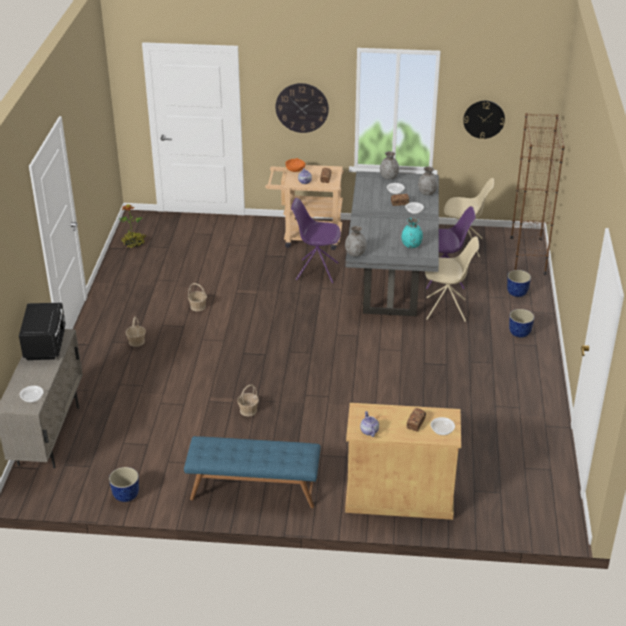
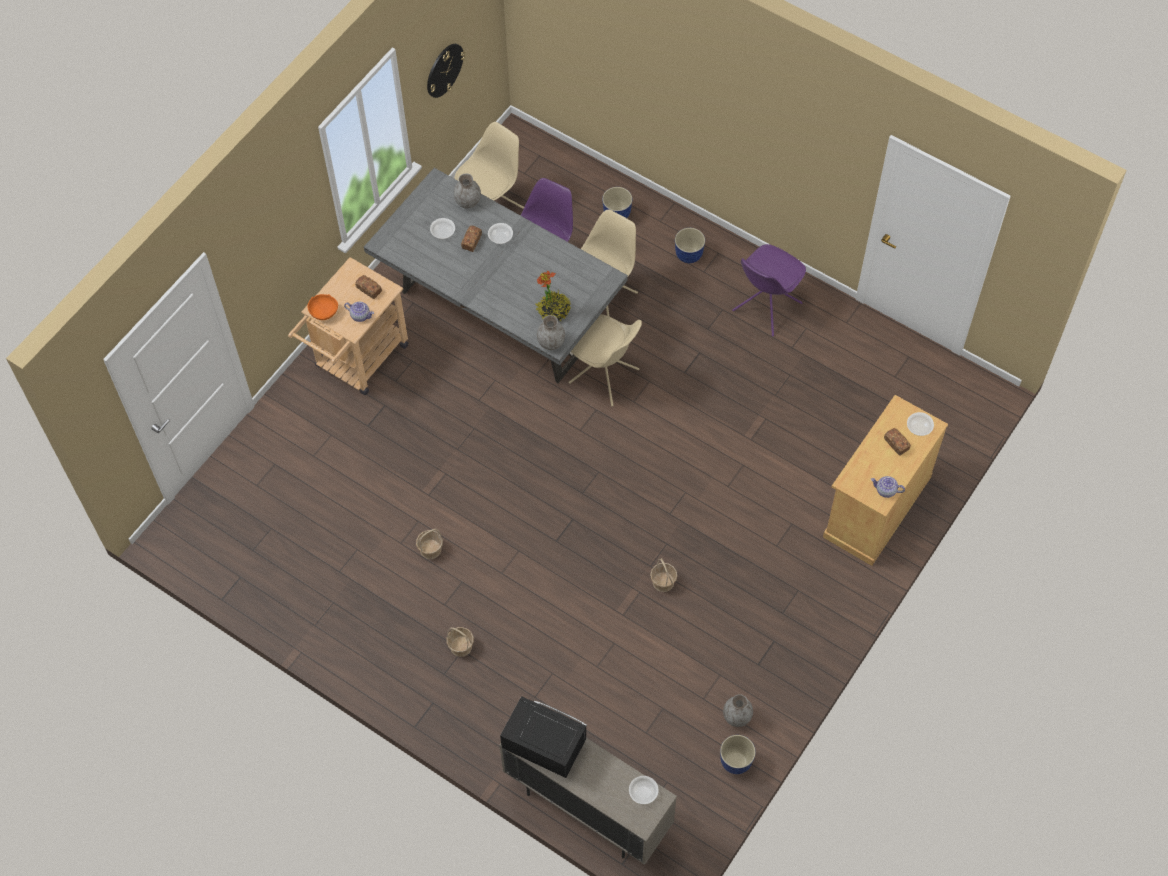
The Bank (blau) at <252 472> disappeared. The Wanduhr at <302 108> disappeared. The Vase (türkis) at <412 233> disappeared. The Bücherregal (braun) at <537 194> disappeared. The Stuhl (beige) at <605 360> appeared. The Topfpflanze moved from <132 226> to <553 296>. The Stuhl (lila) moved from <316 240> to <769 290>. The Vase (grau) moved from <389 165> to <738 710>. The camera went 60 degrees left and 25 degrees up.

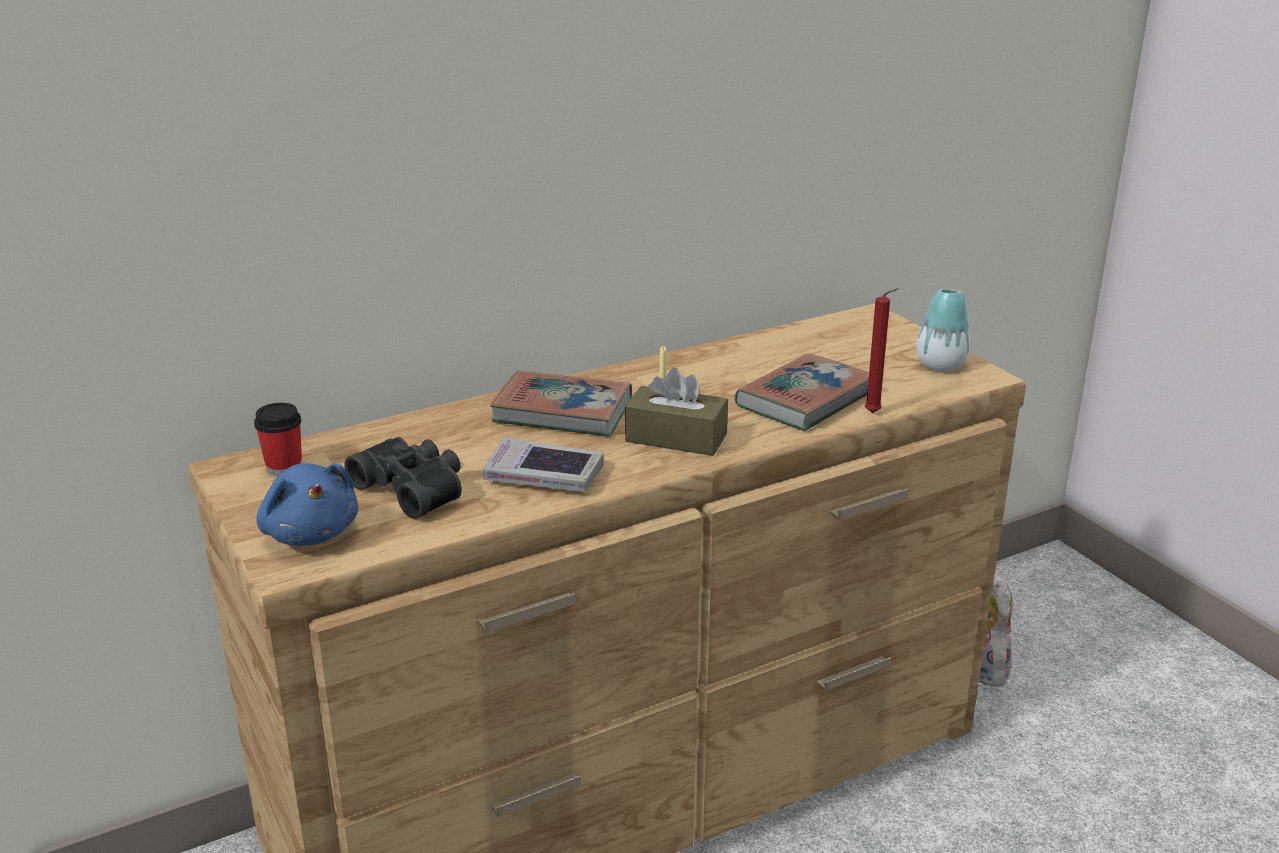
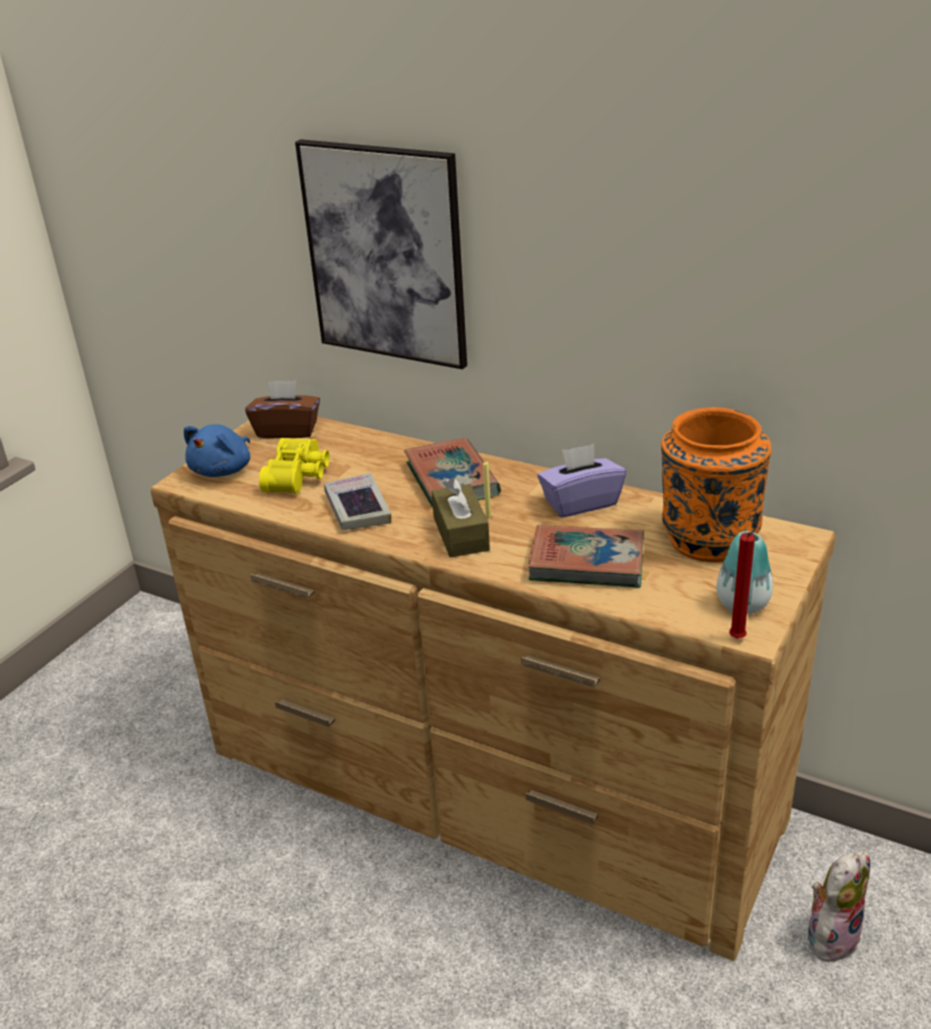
The Bild at <381 254> appeared. The Taschentuchbox (lila) at <581 480> appeared. The Vase (orange) at <716 484> appeared. The Kerze (rot) moved from <881 350> to <742 585>. The Tasse at <278 439> was replaced by the Taschentuchbox (braun) at <282 409>. The Fernglas (schwarz) at <403 478> became the Fernglas (gelb) at <294 466>. The camera went 60 degrees right and 5 degrees up.

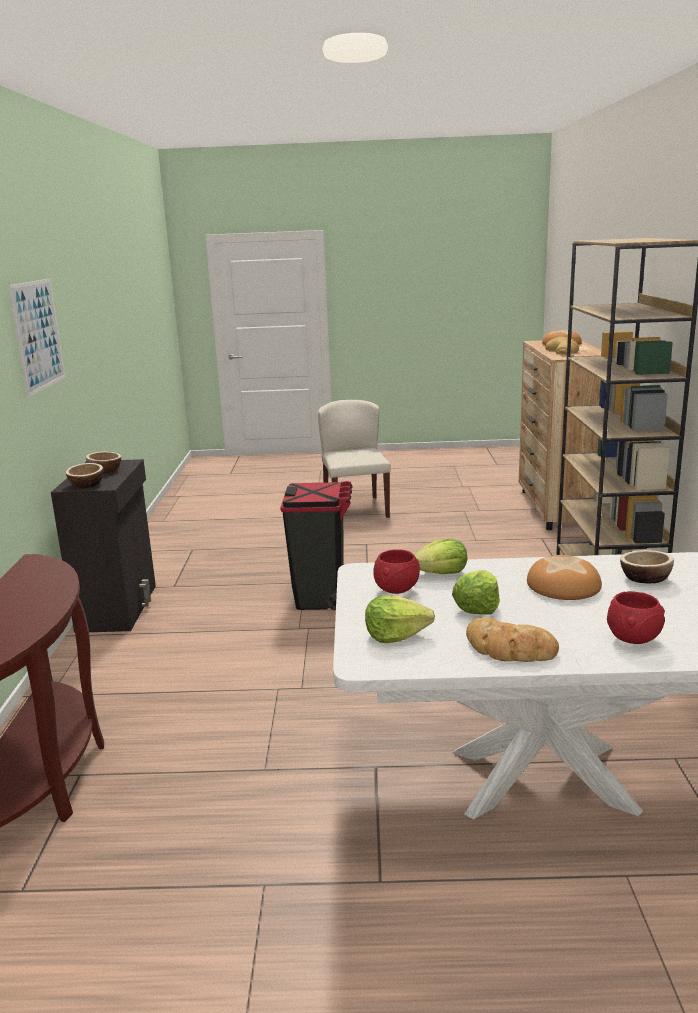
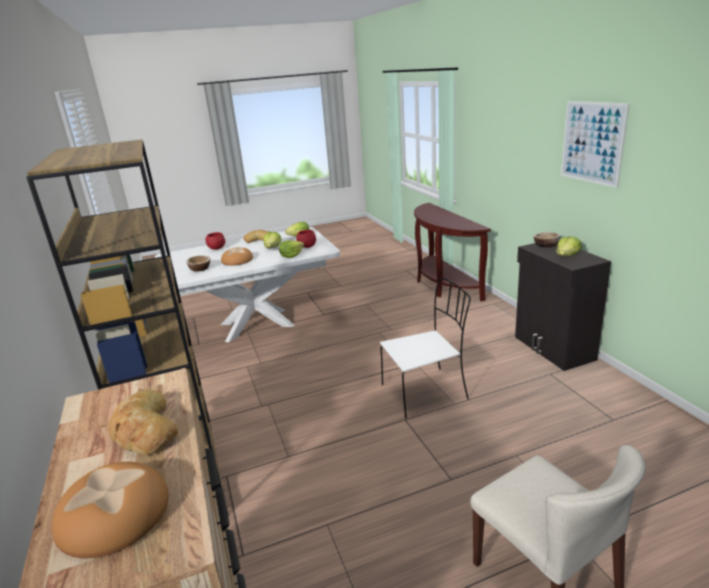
The Schüssel at <103 462> was replaced by the Salatkopf at <569 246>. The Mülleimer (schwarz) at <316 546> was replaced by the Stuhl (weiß) at <425 348>. The camera went 160 degrees right and 5 degrees up.

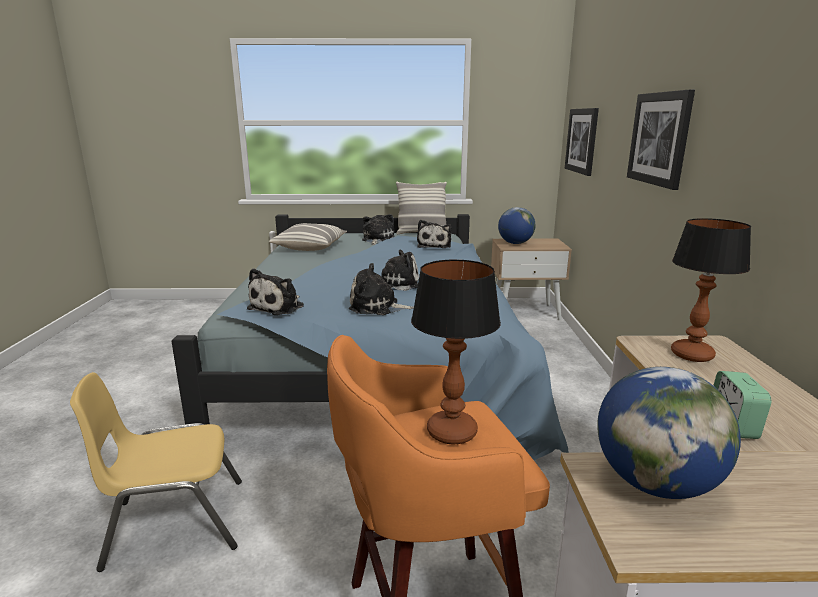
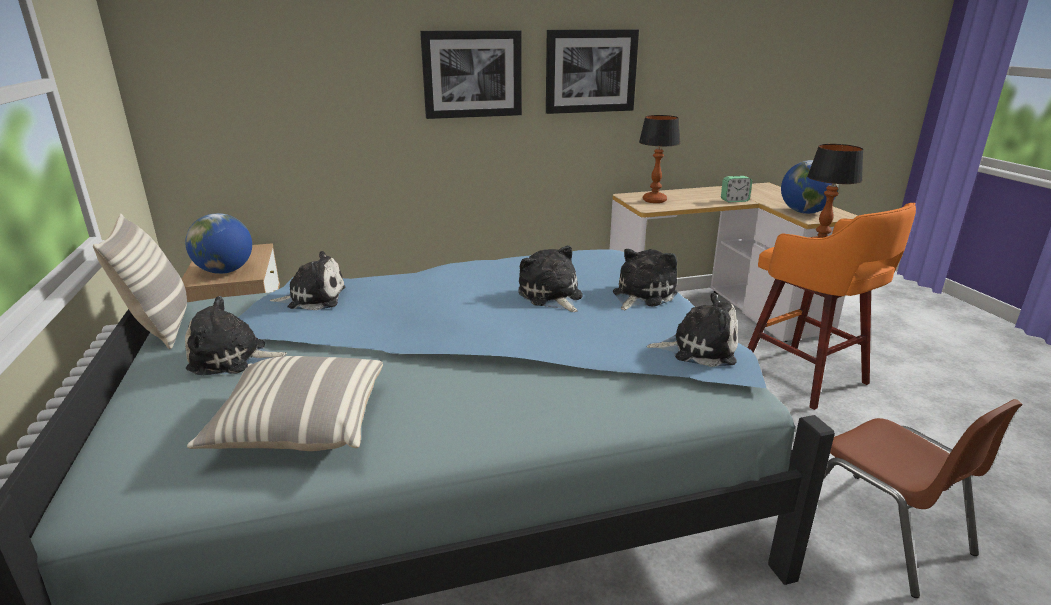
The Bild moved from <582 142> to <592 71>. The Stuhl (gelb) at <156 472> became the Stuhl (braun) at <923 498>. The Plüschtier at <381 289> turned 135 degrees counterclockwise. The camera went 105 degrees left and 5 degrees up.

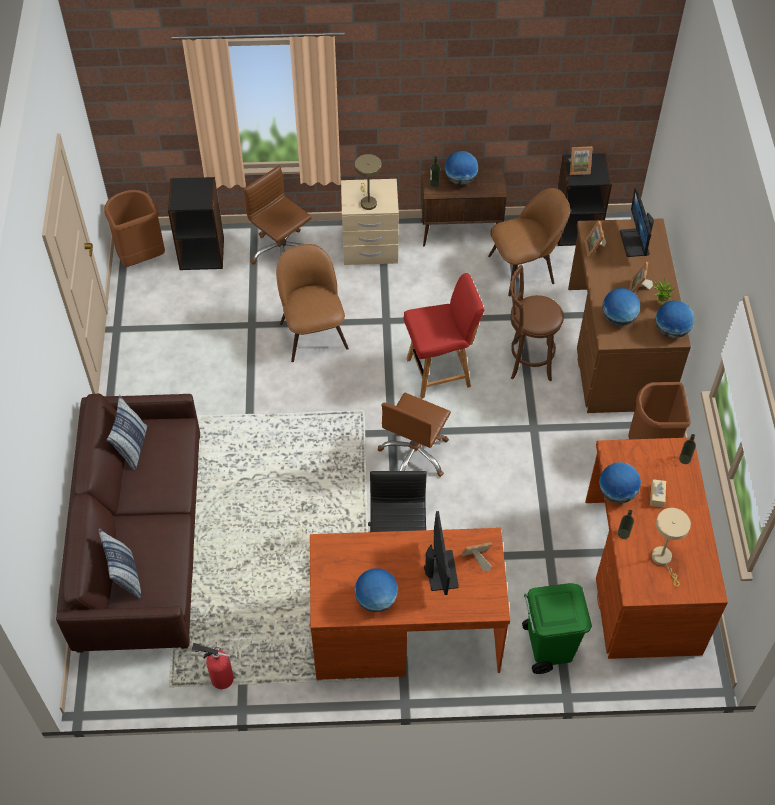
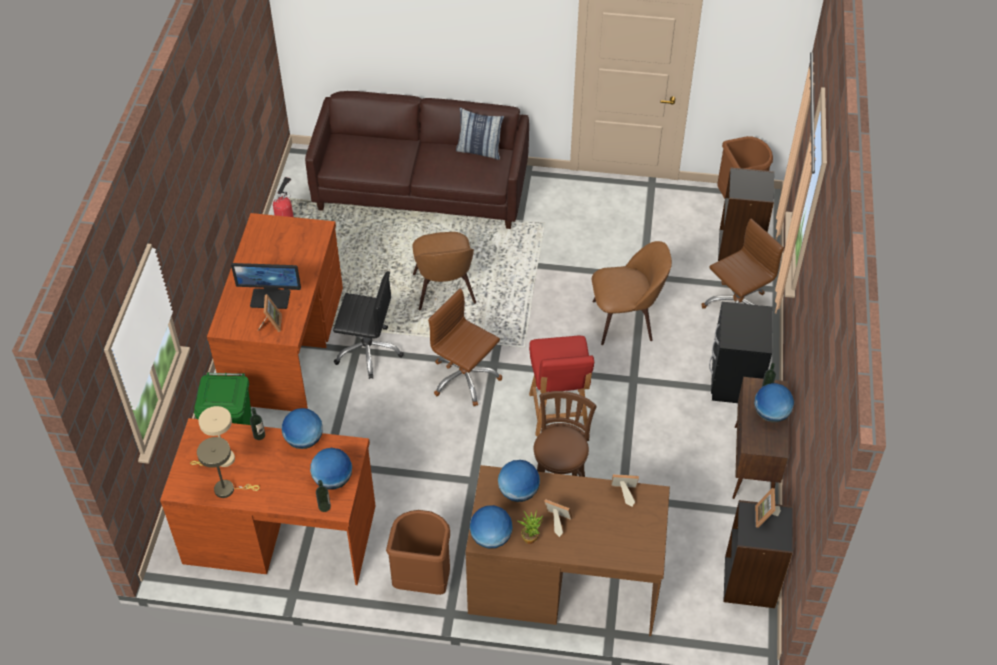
The Kissen at <120 563> disappeared. The Monitor at <637 222> disappeared. The Taschentuchbox (beige) at <658 493> disappeared. The Globus moved from <376 590> to <331 469>. The Tischlampe (beige) moved from <368 182> to <228 467>. The Stuhl (braun) moved from <529 242> to <444 271>. The Nachttisch (beige) at <370 222> became the Nachttisch (schwarz) at <741 352>. The camera went 100 degrees right and 5 degrees down.

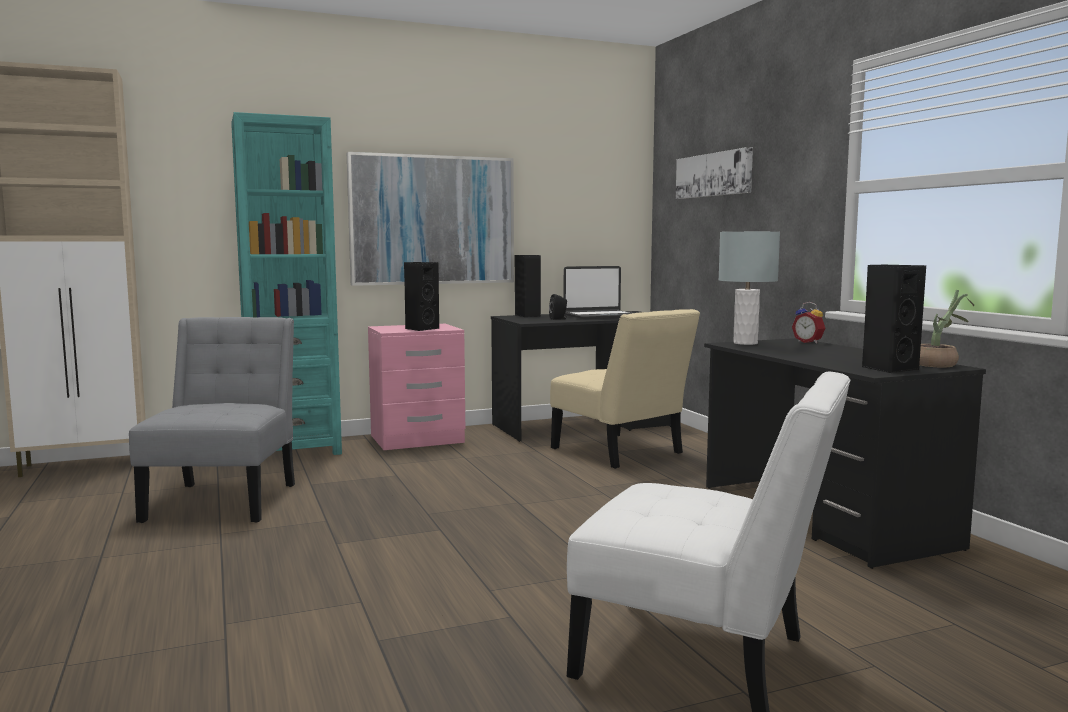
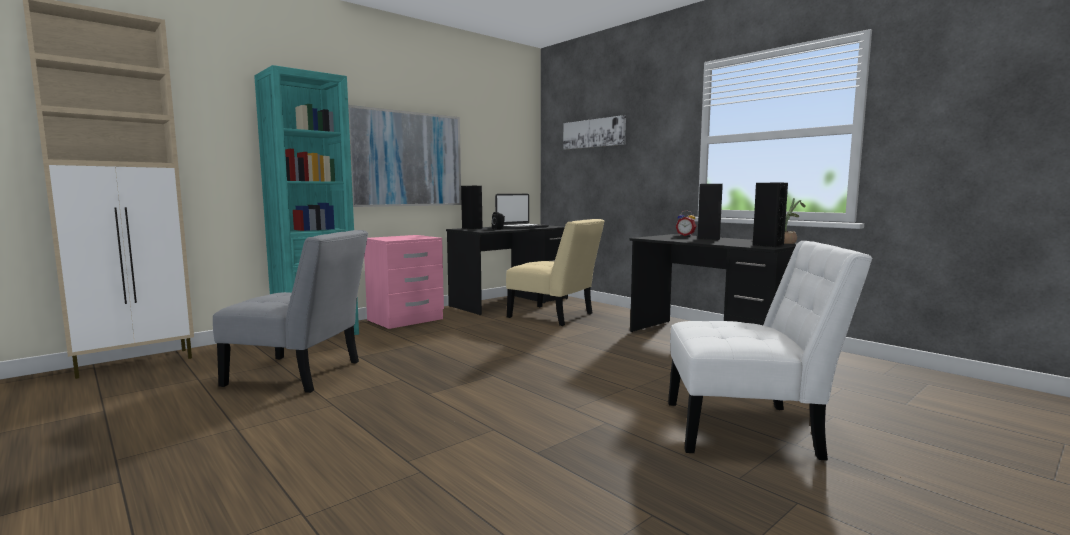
The Tischlampe (grau) at <749 288> disappeared. The Lautsprecher (schwarz) moved from <421 296> to <710 212>. The Stuhl (grau) at <212 420> turned 120 degrees clockwise. The camera went 20 degrees left and 0 degrees up.

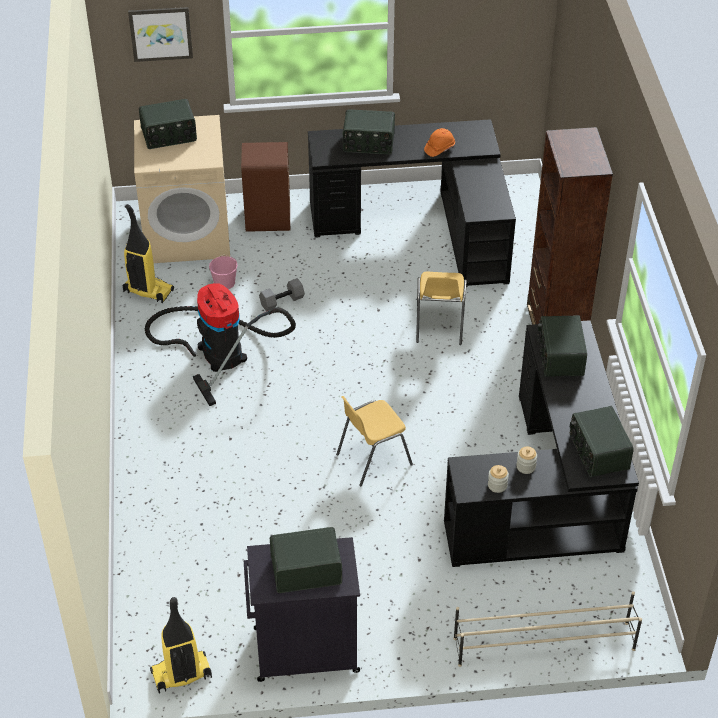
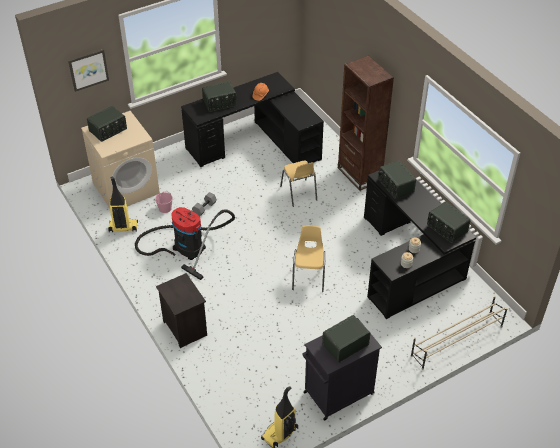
The Mülleimer (braun) at <265 187> disappeared. The Nachttisch (schwarz) at <181 310> appeared. The Stuhl (gelb) at <374 441> turned 150 degrees clockwise. The camera went 25 degrees left and 0 degrees up.

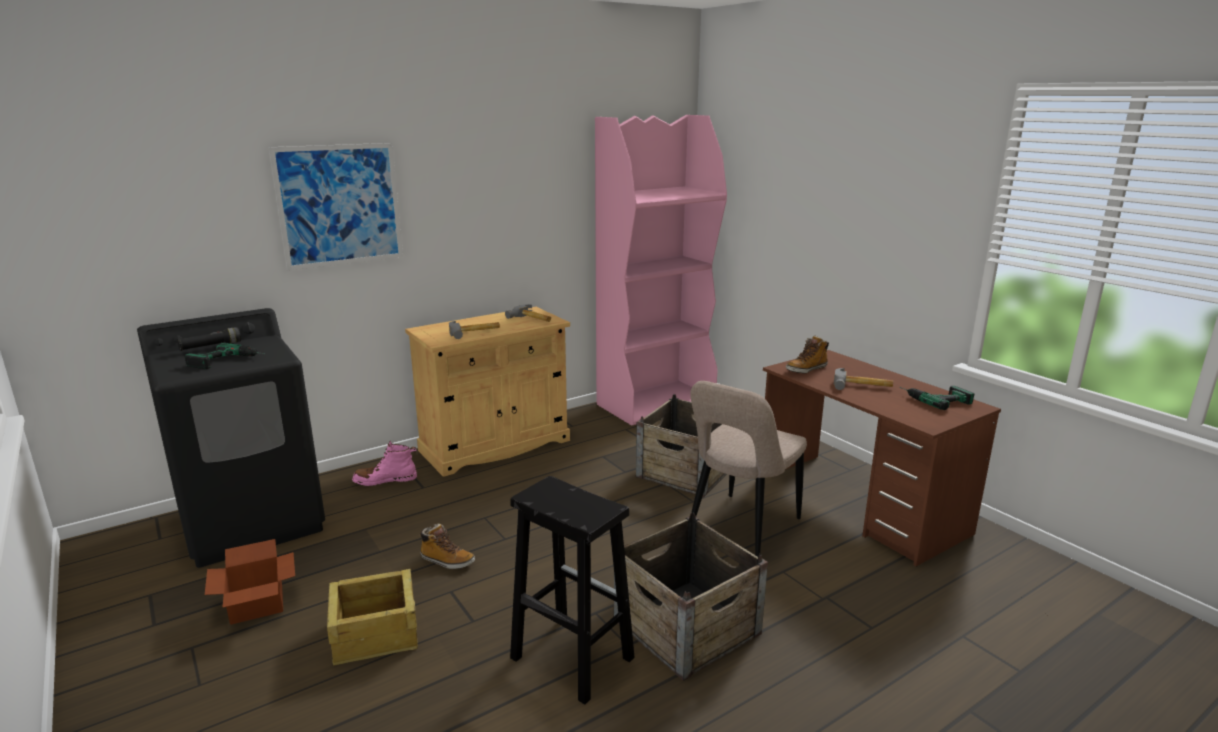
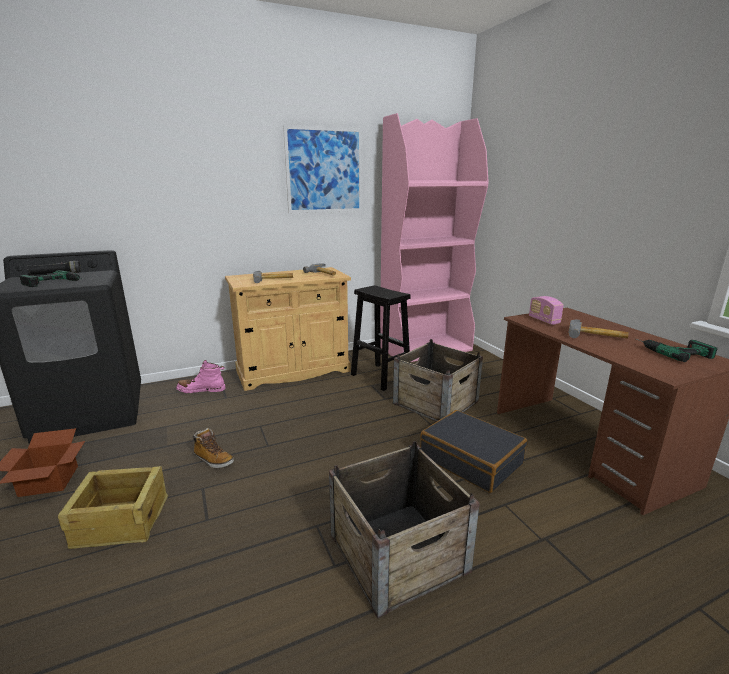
The Bild moved from <335 207> to <322 169>. The Hocker (schwarz) moved from <572 590> to <381 338>. The Stuhl (beige) at <748 469> was replaced by the Koffer (schwarz) at <473 451>. The Stiefel at <807 354> was replaced by the Radio at <546 310>. The camera went 10 degrees right and 0 degrees up.

